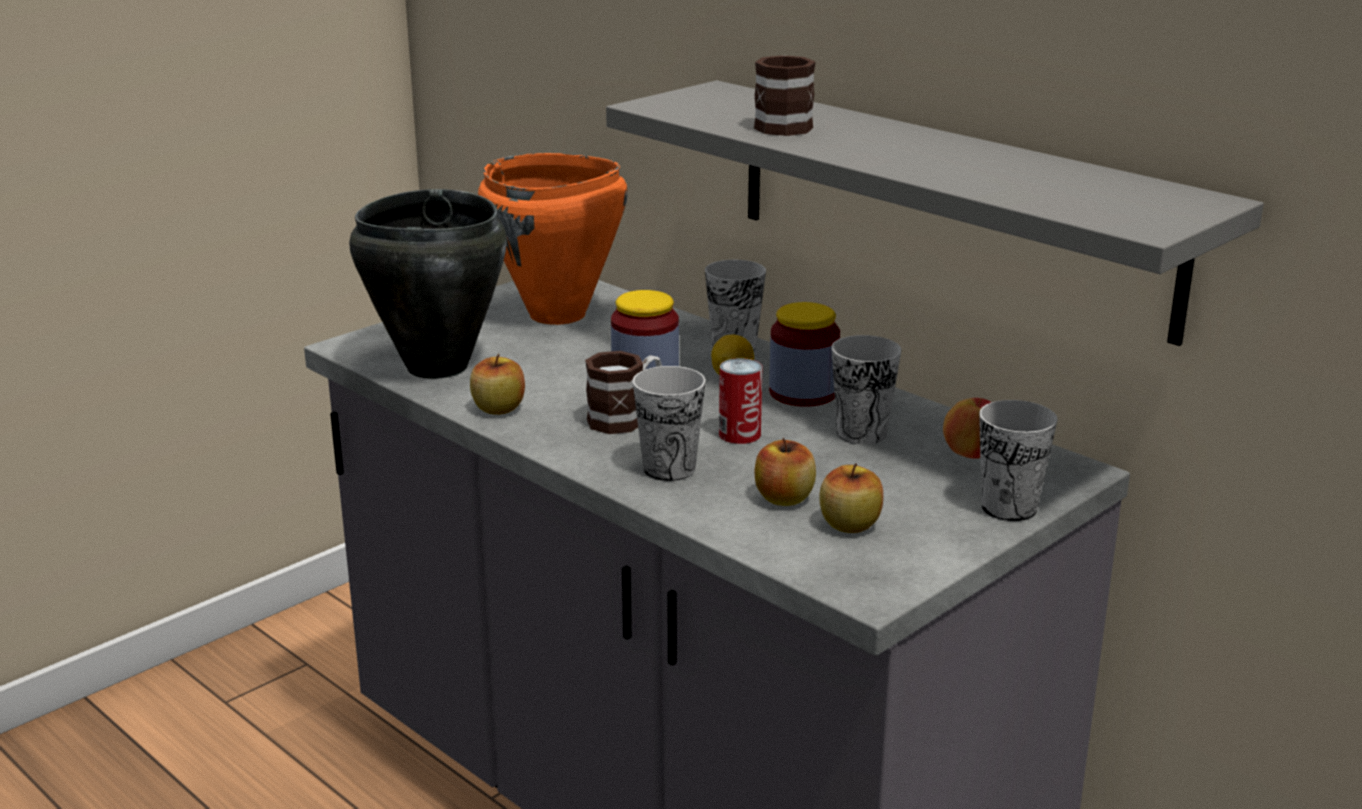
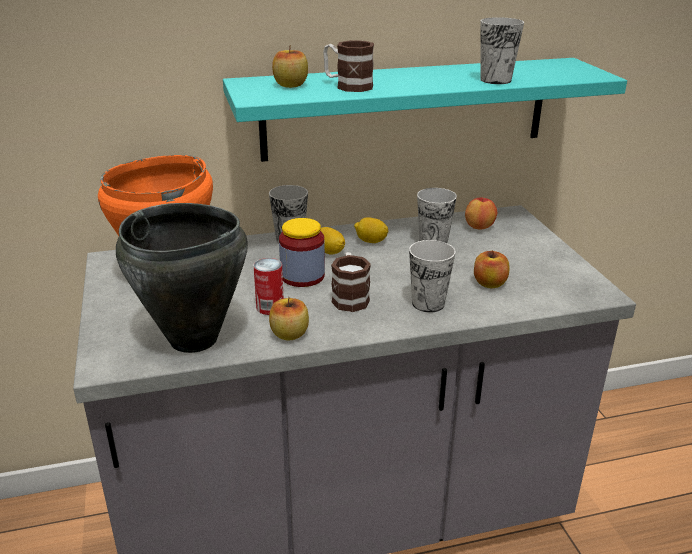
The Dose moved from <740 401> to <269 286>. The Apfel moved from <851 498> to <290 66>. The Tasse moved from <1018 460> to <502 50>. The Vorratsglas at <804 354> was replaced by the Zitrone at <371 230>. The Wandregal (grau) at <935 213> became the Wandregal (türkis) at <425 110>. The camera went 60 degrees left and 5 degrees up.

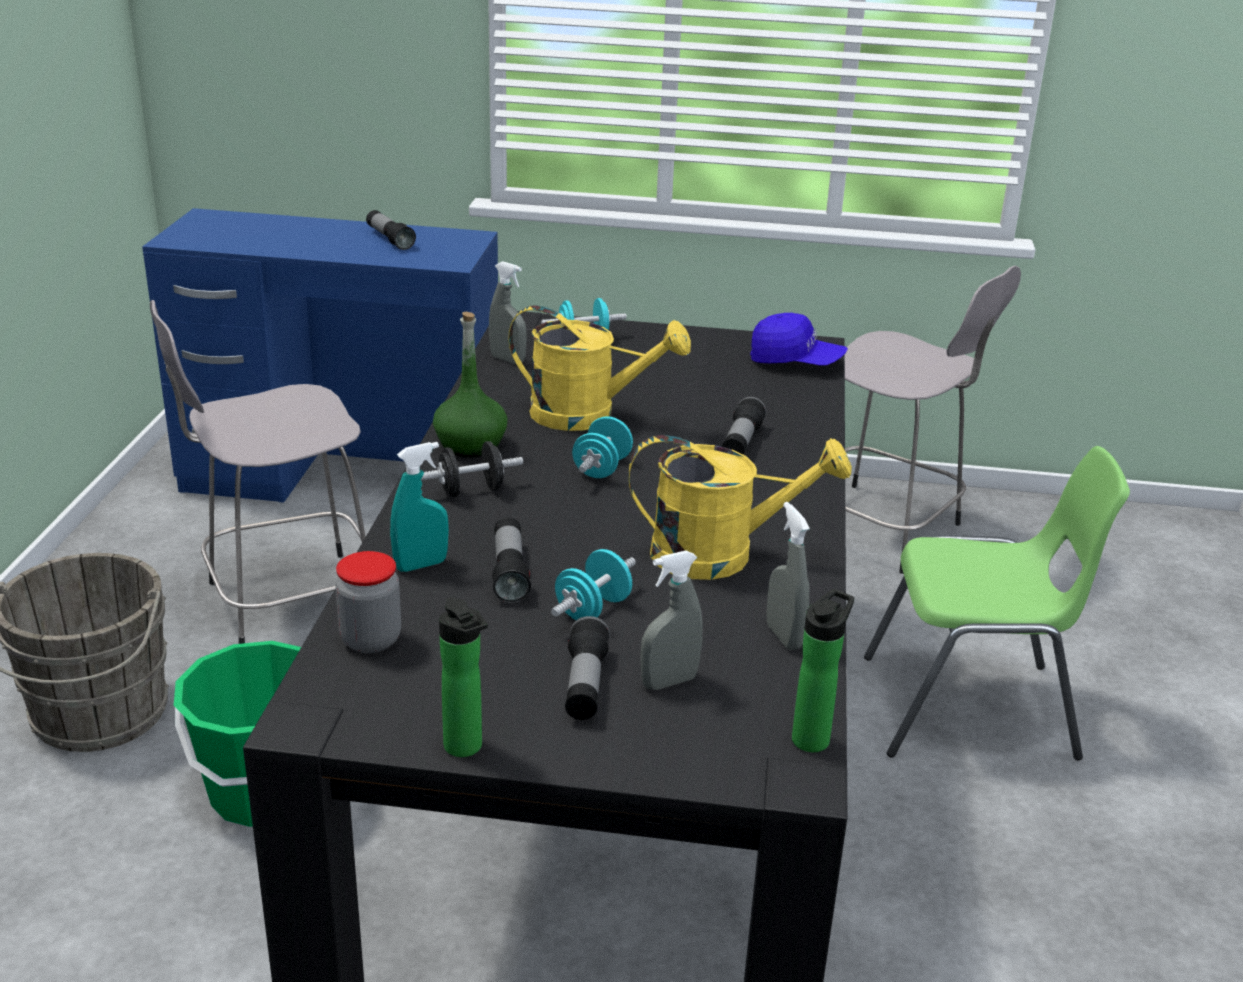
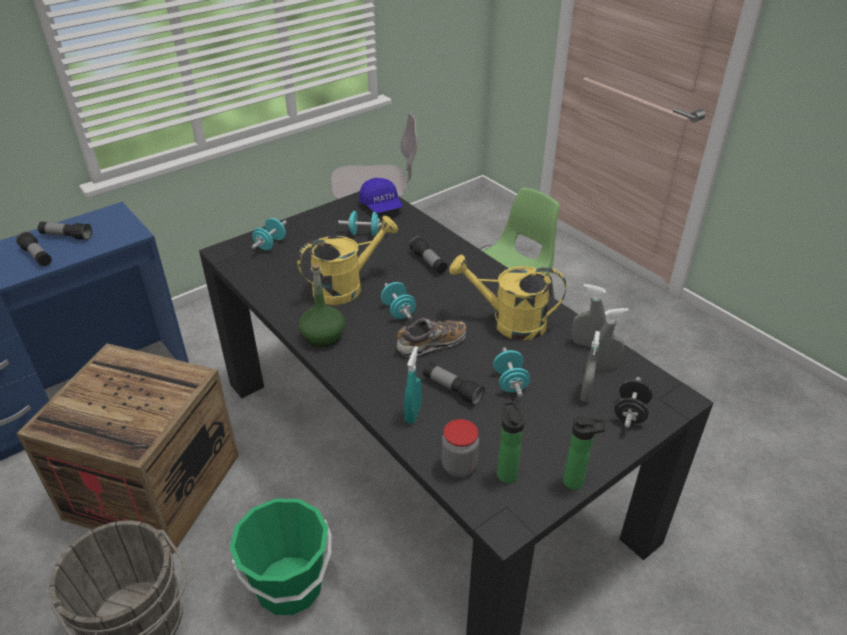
The Hantel (türkis) at <360 223> appeared. The Schuh at <432 337> appeared. The Hantel (schwarz) moved from <472 469> to <634 402>. The Sprühflasche (grau) moved from <508 312> to <612 339>. The Taschenlampe moved from <587 668> to <34 249>. The Flasche moved from <823 670> to <511 442>. The Hocker (grau) at <258 472> was replaced by the Kiste at <127 448>. The Gießkanne (gelb) at <740 507> turned 120 degrees counterclockwise. The Kappe (blau) at <799 339> turned 90 degrees clockwise. The camera went 45 degrees left and 10 degrees up.

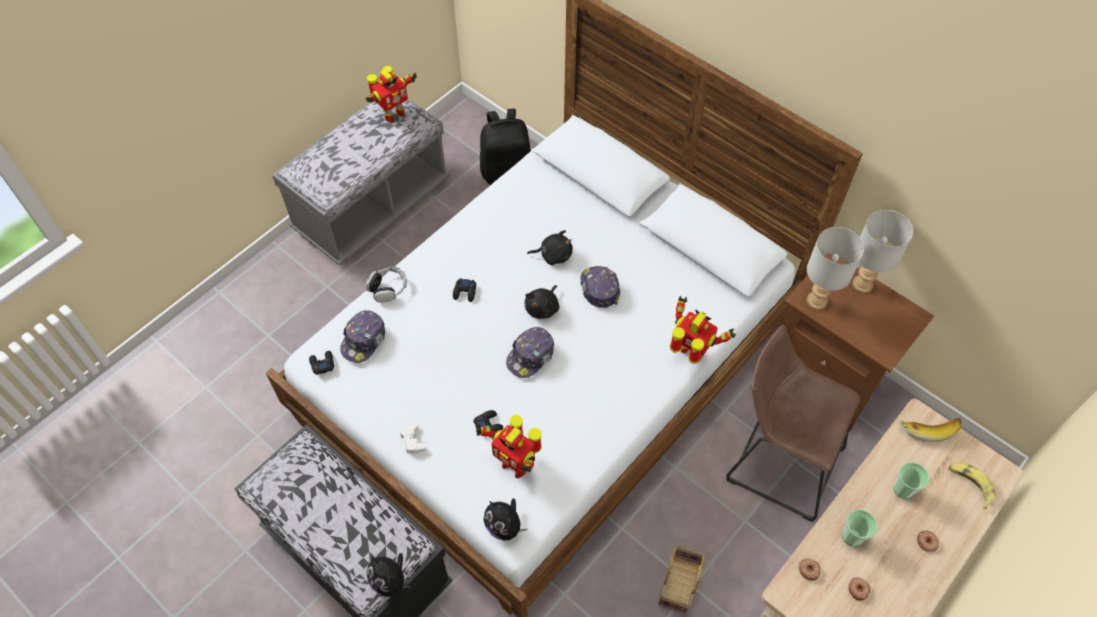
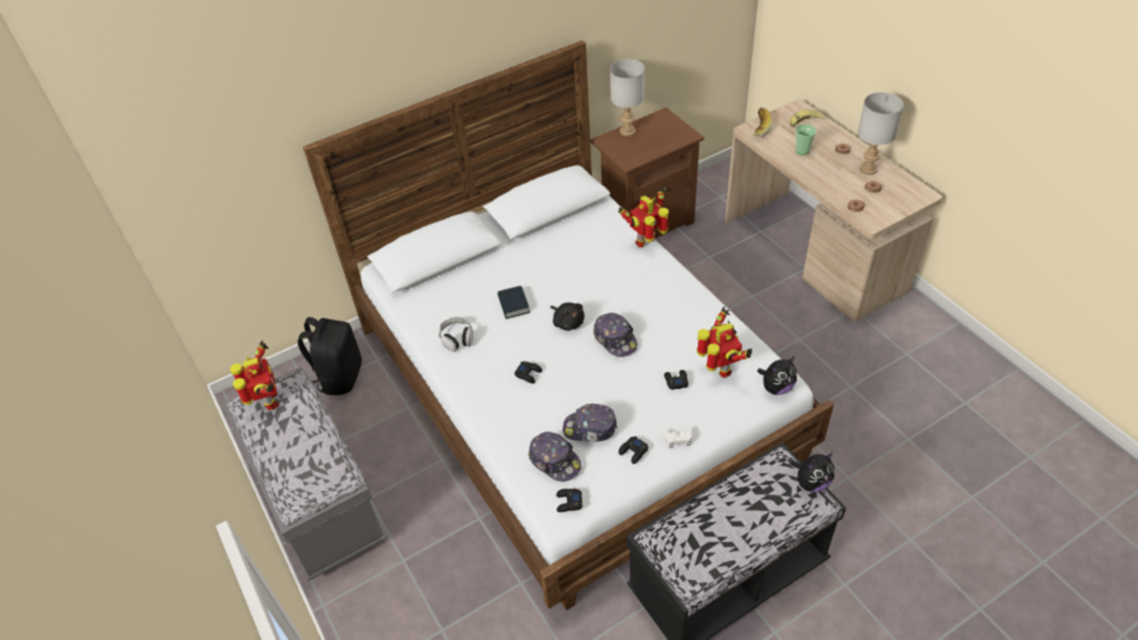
The Korb at <681 579> disappeared. The Hocker (braun) at <793 423> disappeared. The Tasse at <859 528> disappeared. The Gamepad (schwarz) at <633 450> appeared. The Kopfhörer moved from <386 284> to <456 334>. The Kappe moved from <600 287> to <590 423>. The Tischlampe (grau) moved from <835 268> to <881 133>. The Plüschtier (schwarz) at <550 247> was replaced by the Buch at <513 302>. The Spielzeugroboter at <508 446> turned 75 degrees counterclockwise. The camera went 70 degrees left and 10 degrees down.

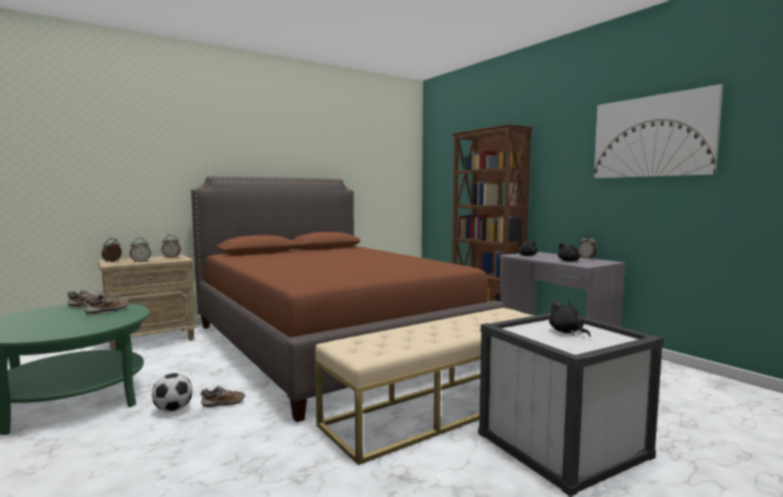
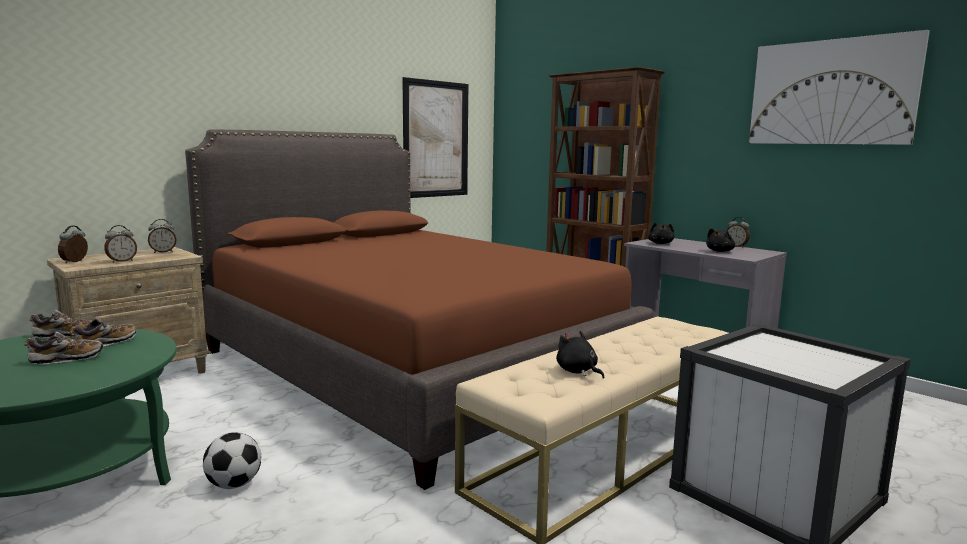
The Bild at <435 137> appeared. The Schuh moved from <222 397> to <64 348>. The Plüschtier (schwarz) moved from <569 318> to <580 355>. The camera went 10 degrees left and 5 degrees up.

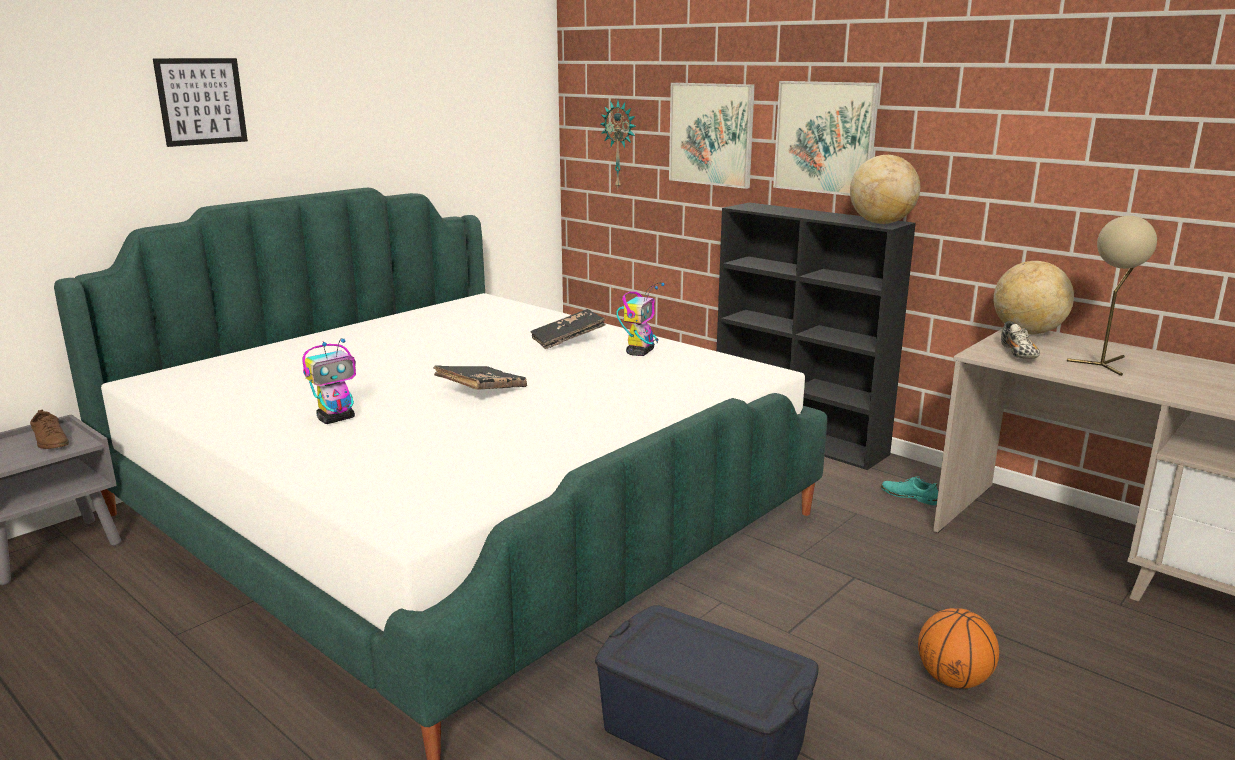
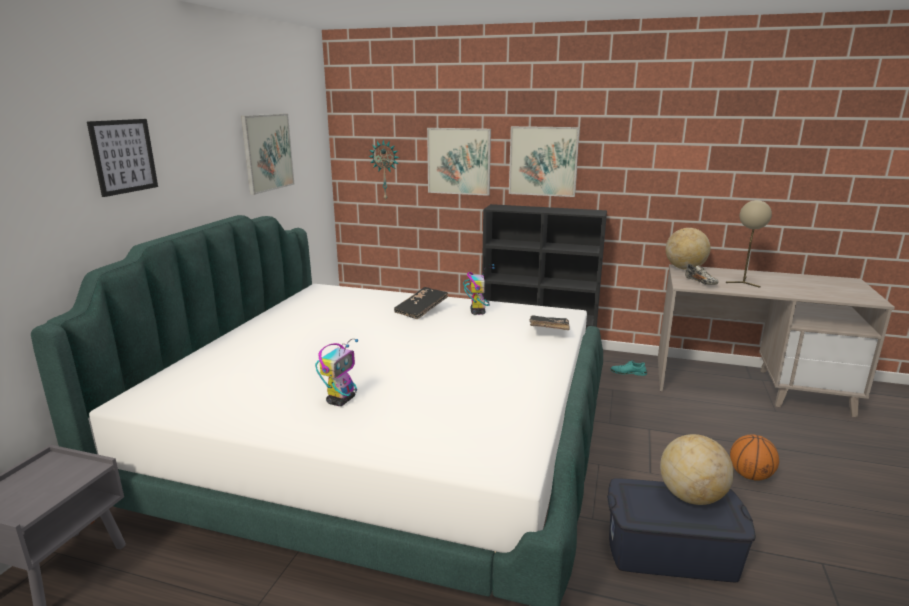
The Schuh (braun) at <49 429> disappeared. The Bild at <268 154> appeared. The Buch (schwarz) moved from <480 378> to <550 322>. The Globus moved from <885 189> to <697 469>. The camera went 25 degrees left and 0 degrees up.

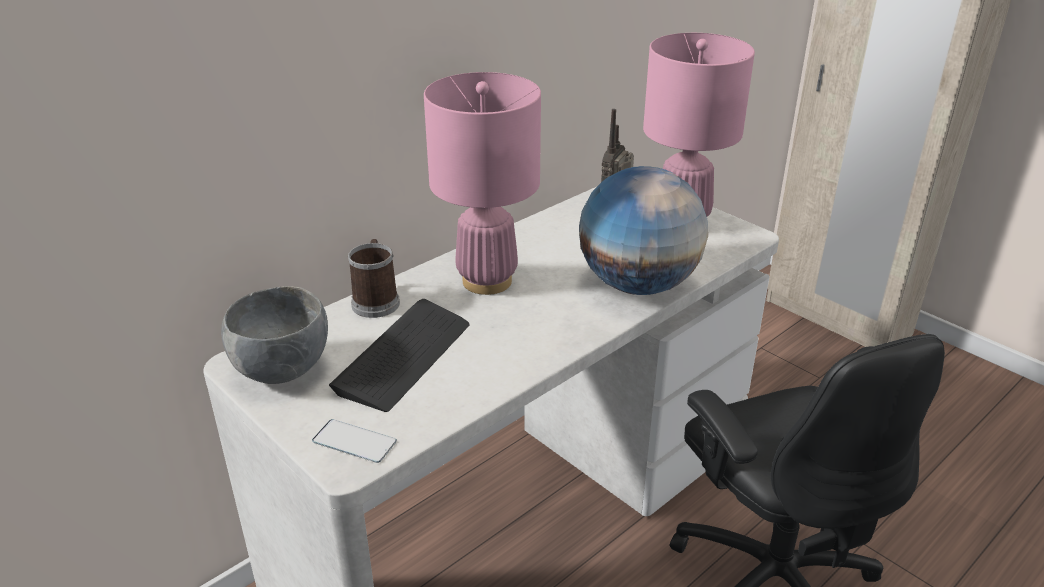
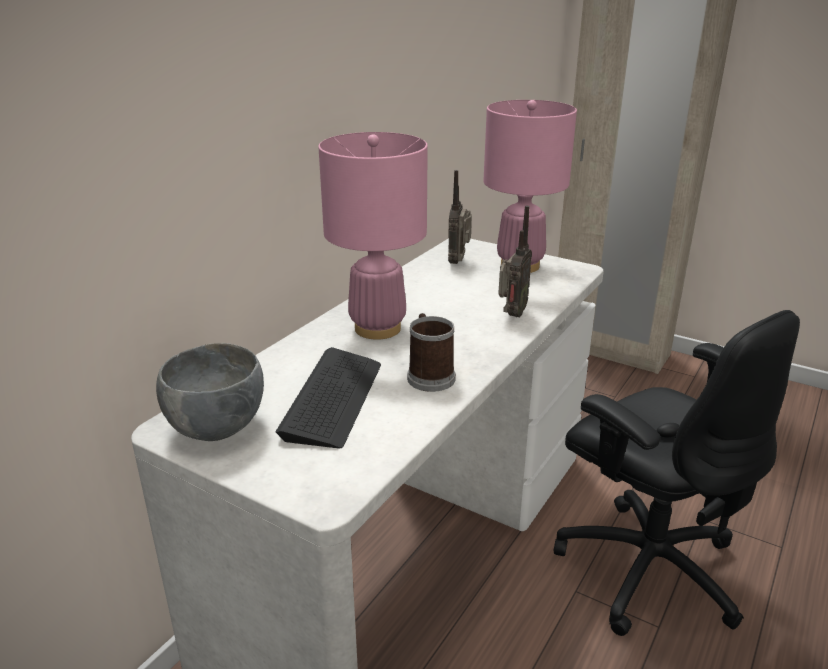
The Handy at <354 441> disappeared. The Henkelbecher moved from <374 278> to <431 352>. The Globus at <643 230> was replaced by the Radio at <515 261>. The camera went 15 degrees left and 5 degrees down.

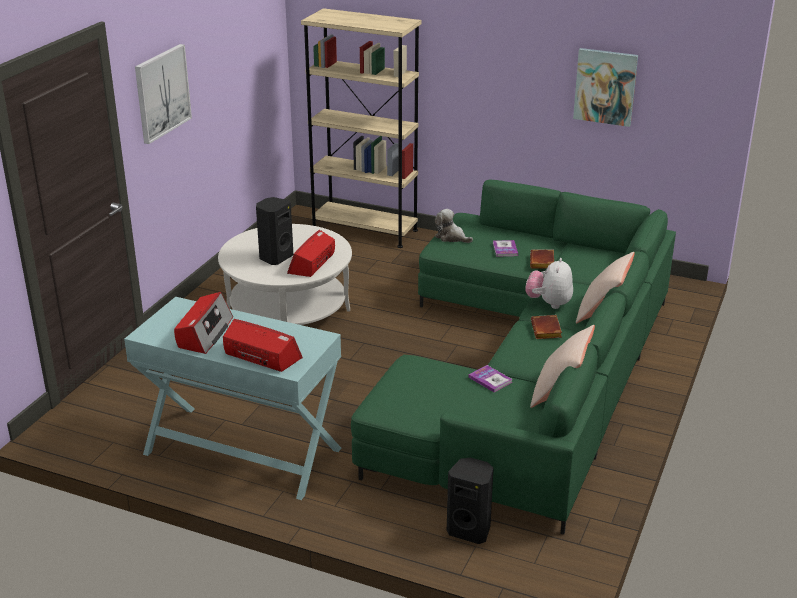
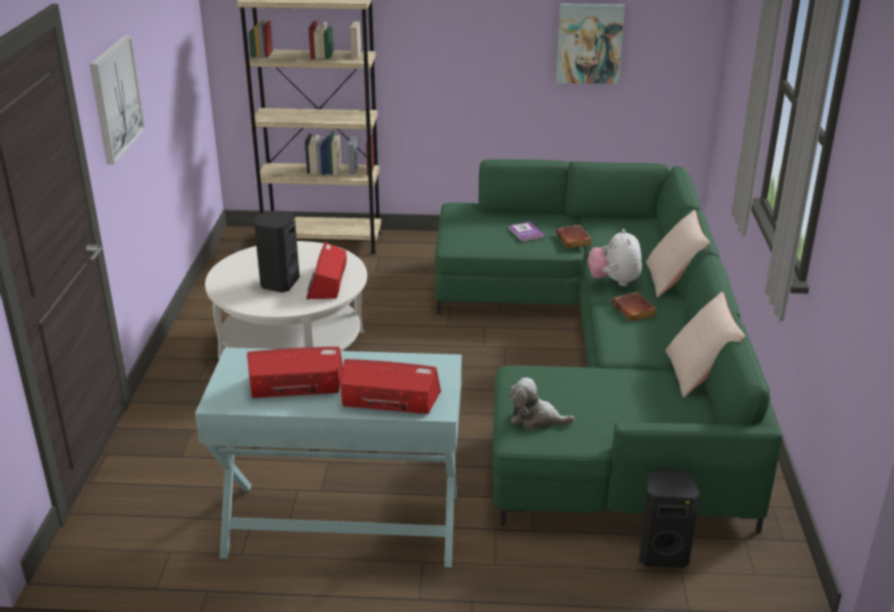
The Buch at <491 378> disappeared. The Plüschtier moved from <454 226> to <542 403>. The Radio at <203 323> turned 90 degrees counterclockwise. The camera went 20 degrees left and 0 degrees up.

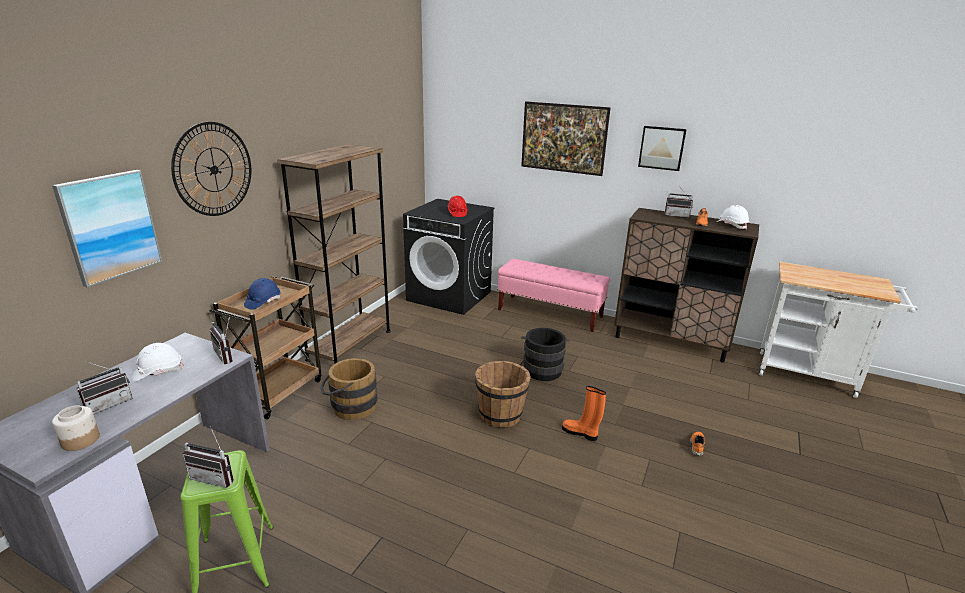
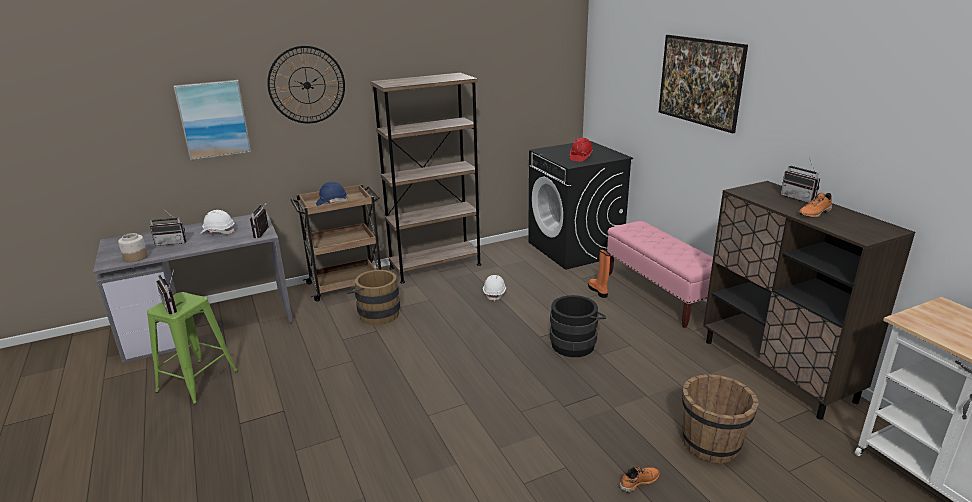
The Bild at <662 148> disappeared. The Eimer (braun) moved from <503 394> to <720 418>. The Stiefel (orange) moved from <584 413> to <599 273>. The Schutzhelm (weiß) moved from <733 217> to <494 288>. The camera went 40 degrees right and 0 degrees up.

